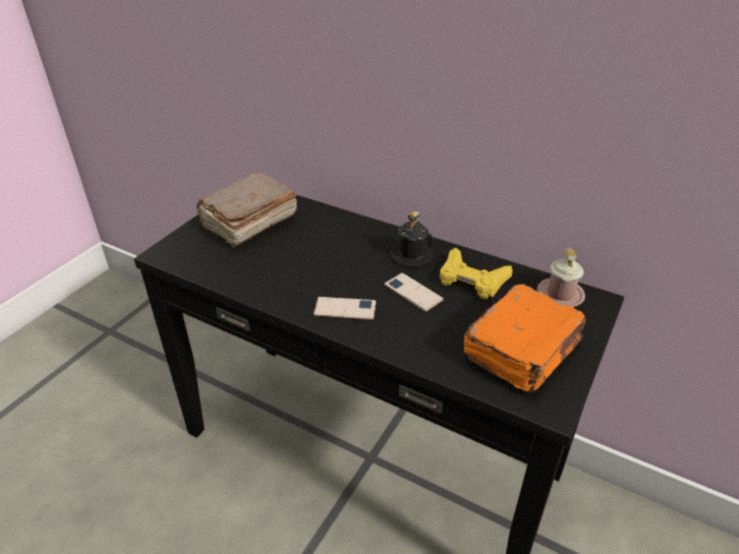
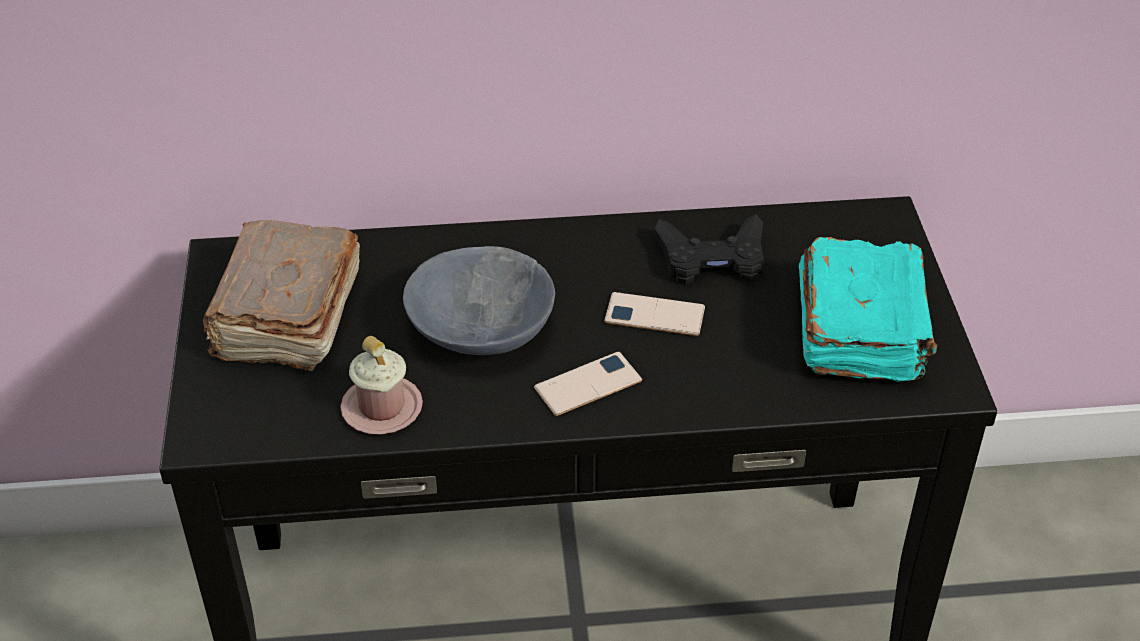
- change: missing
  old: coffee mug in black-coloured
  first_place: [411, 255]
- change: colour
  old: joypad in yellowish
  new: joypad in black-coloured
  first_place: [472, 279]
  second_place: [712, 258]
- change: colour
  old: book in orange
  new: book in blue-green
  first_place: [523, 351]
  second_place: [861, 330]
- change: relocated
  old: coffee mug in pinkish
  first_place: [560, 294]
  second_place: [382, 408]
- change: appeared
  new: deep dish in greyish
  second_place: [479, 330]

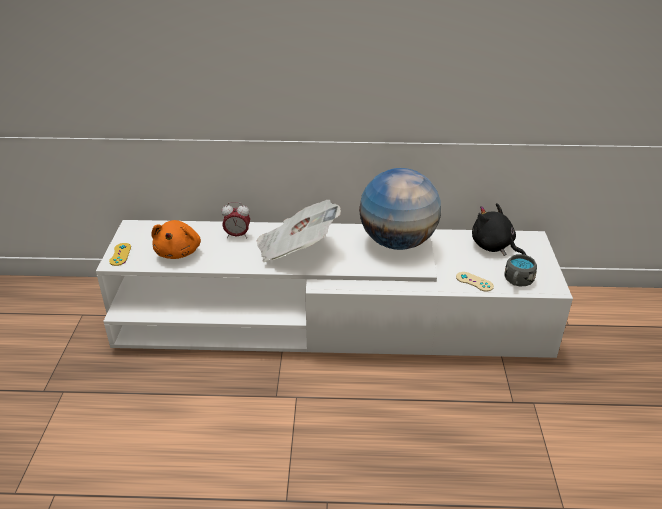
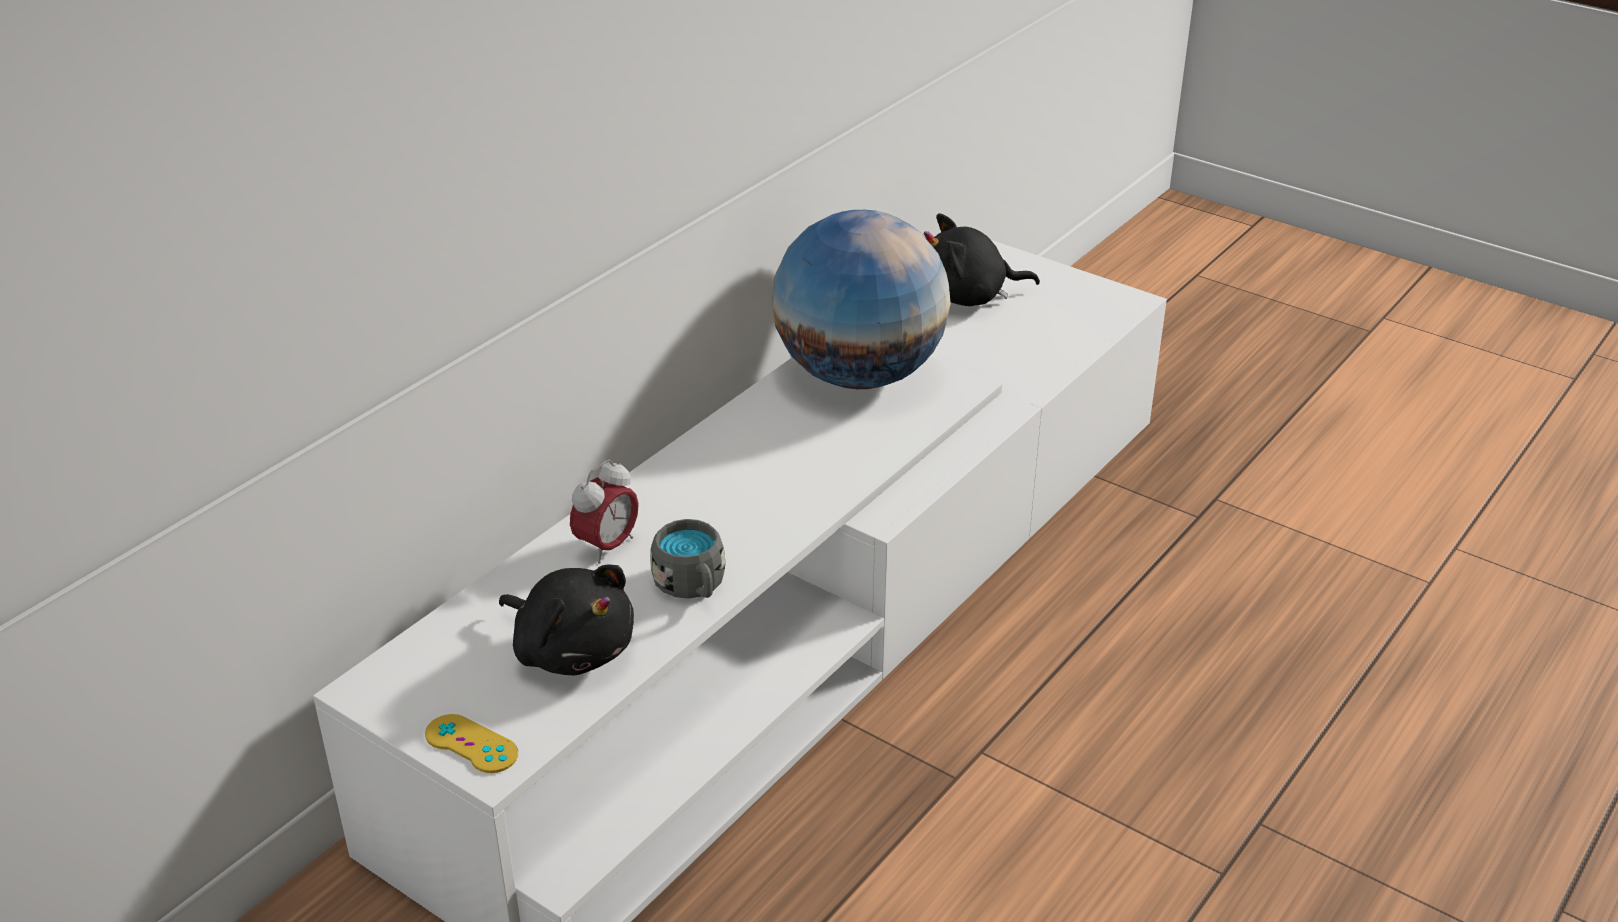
- change: colour
  old: plush toy in orange
  new: plush toy in black-coloured
  first_place: [179, 252]
  second_place: [571, 649]
- change: missing
  old: daily paper
  first_place: [296, 249]
- change: missing
  old: joypad in beige-coloured
  first_place: [474, 282]
- change: relocated
  old: coffee mug in greyish
  first_place: [517, 281]
  second_place: [692, 587]

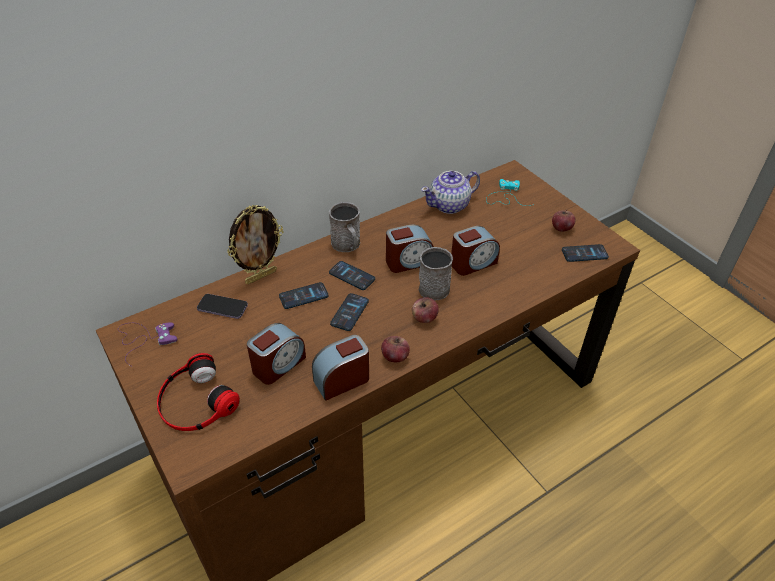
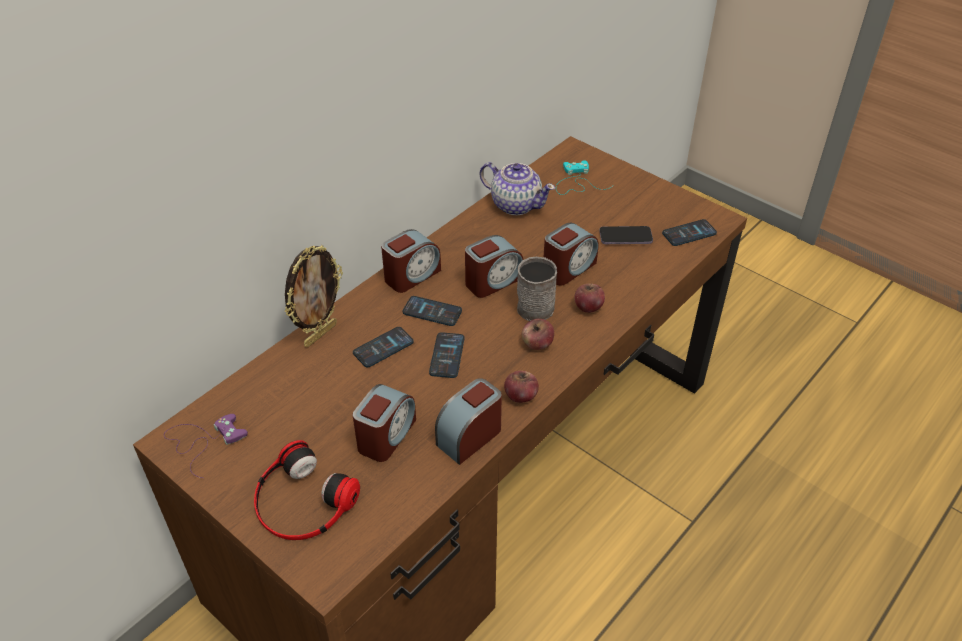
- change: relocated
  old: handset
  first_place: [222, 307]
  second_place: [625, 237]
- change: exchanged
  old: coffee mug in greyish
  new: bedside clock
  first_place: [347, 245]
  second_place: [412, 275]
- change: spun
  old: tea pot
  first_place: [450, 205]
  second_place: [515, 204]
  degrees: -105
- change: relocated
  old: apple
  first_place: [561, 228]
  second_place: [588, 307]

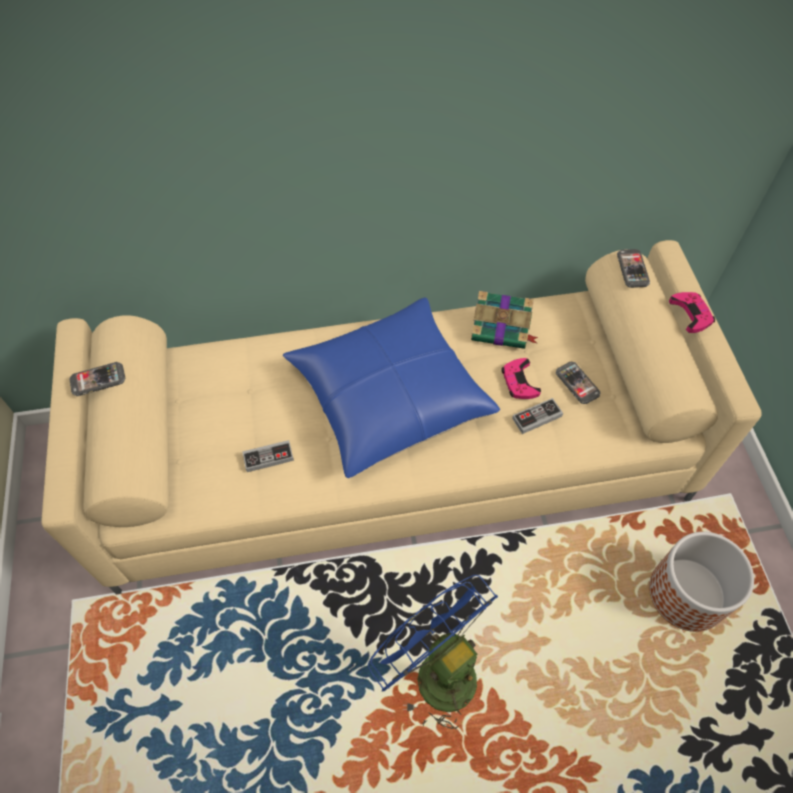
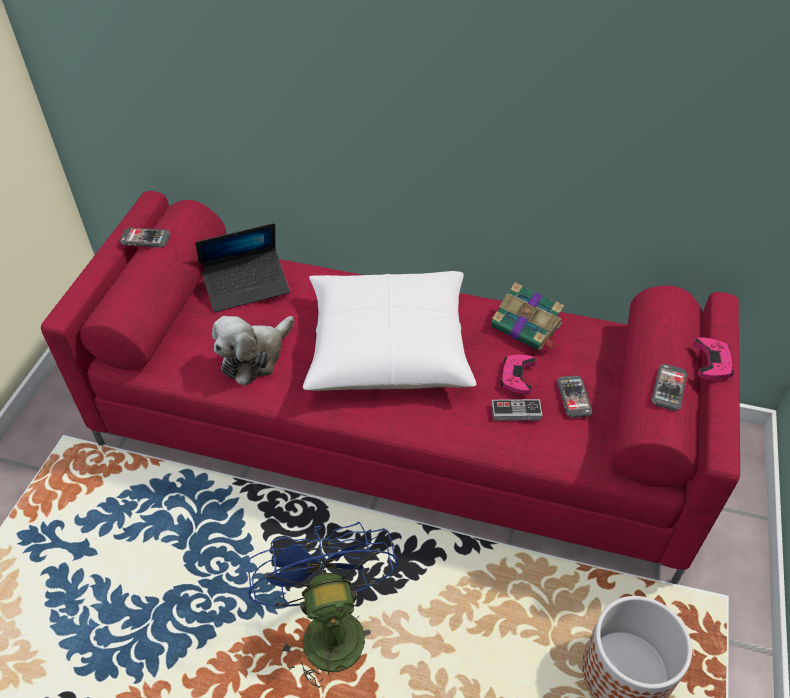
- change: colour
  old: settee in beige-coloured
  new: settee in red-coloured
  first_place: [398, 459]
  second_place: [397, 432]
- change: exchanged
  old: joypad
  new: plush toy
  first_place: [268, 457]
  second_place: [255, 356]
- change: colour
  old: throw pillow in blue
  new: throw pillow in whitish
  first_place: [389, 397]
  second_place: [388, 347]
- change: relocated
  old: handset
  first_place: [632, 269]
  second_place: [668, 388]
- change: appeared
  new: laptop
  second_place: [246, 286]

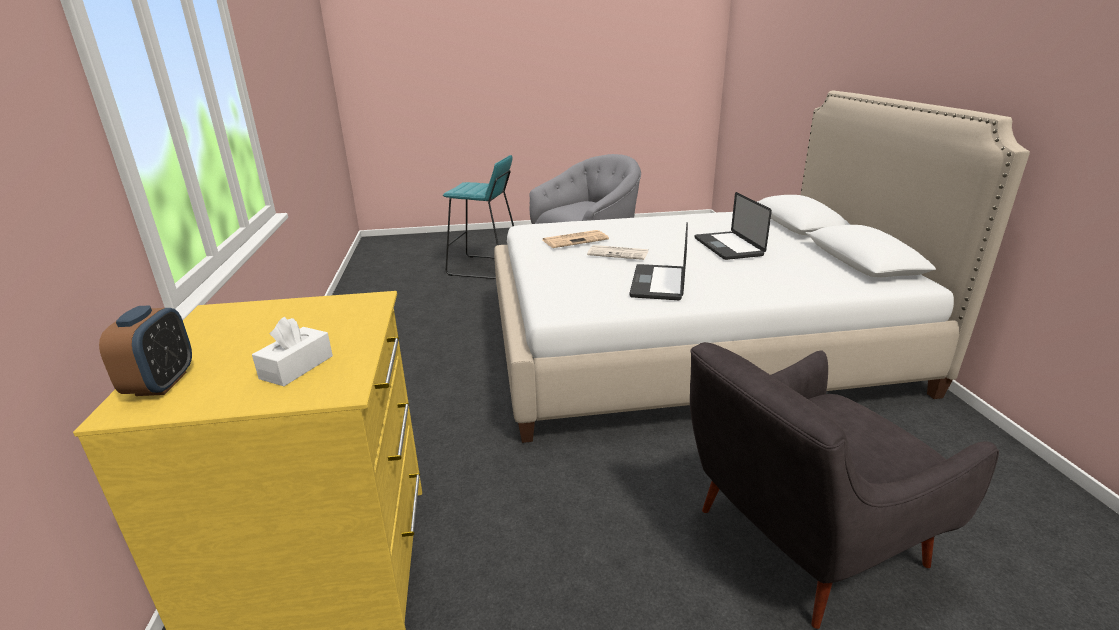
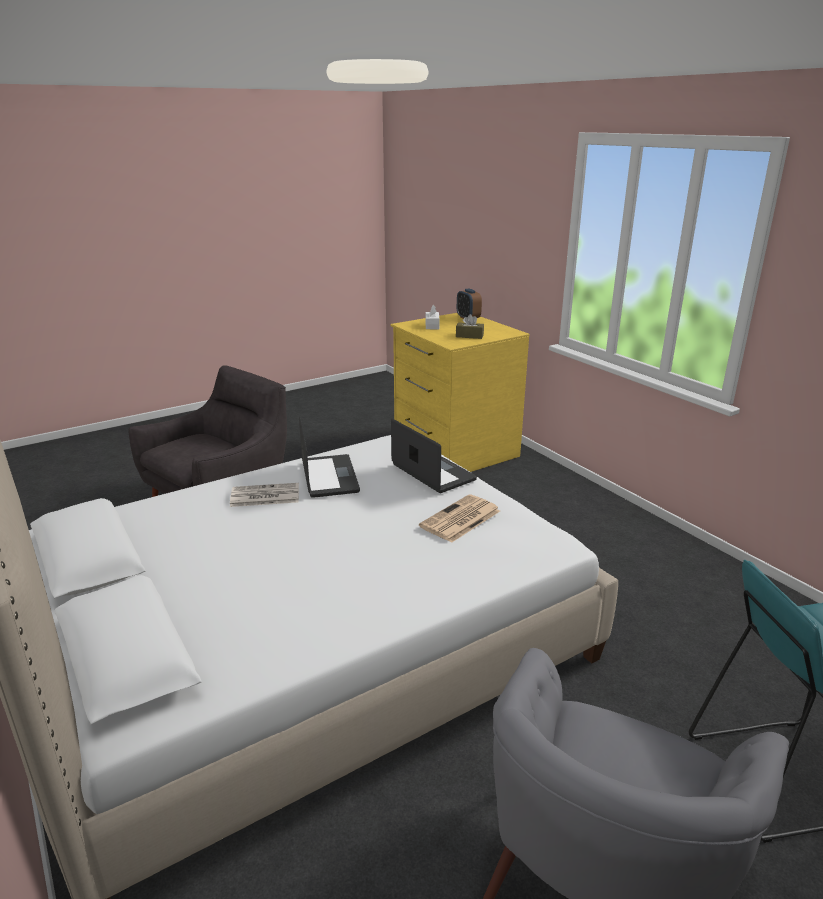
- change: relocated
  old: daily paper
  first_place: [619, 253]
  second_place: [264, 496]
- change: relocated
  old: laptop
  first_place: [728, 247]
  second_place: [433, 472]
- change: appeared
  new: tissue holder in brown-coloured
  second_place: [469, 336]

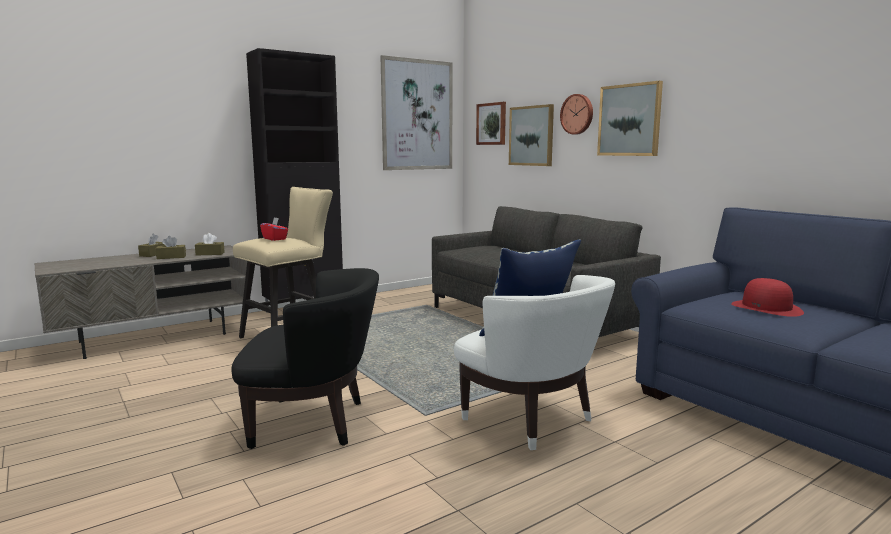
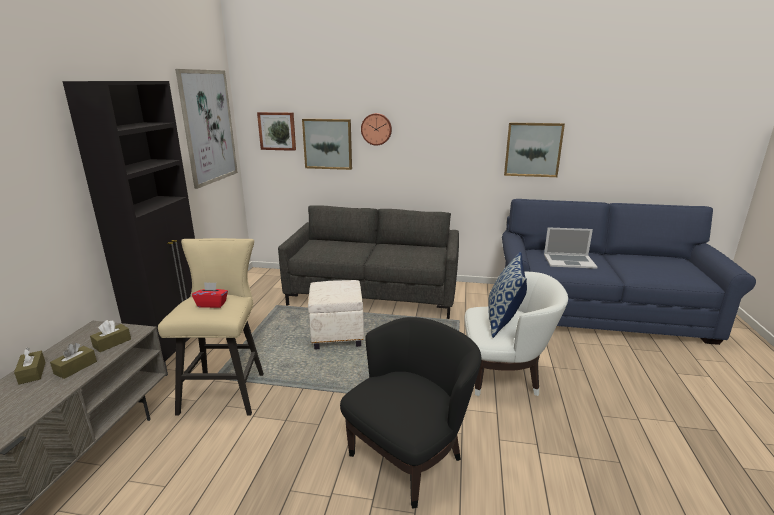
- change: relocated
  old: wall art
  first_place: [629, 120]
  second_place: [533, 149]
- change: exchanged
  old: hat in red-coloured
  new: laptop
  first_place: [766, 308]
  second_place: [569, 261]
- change: appeared
  new: pouffe in whitish
  second_place: [337, 336]

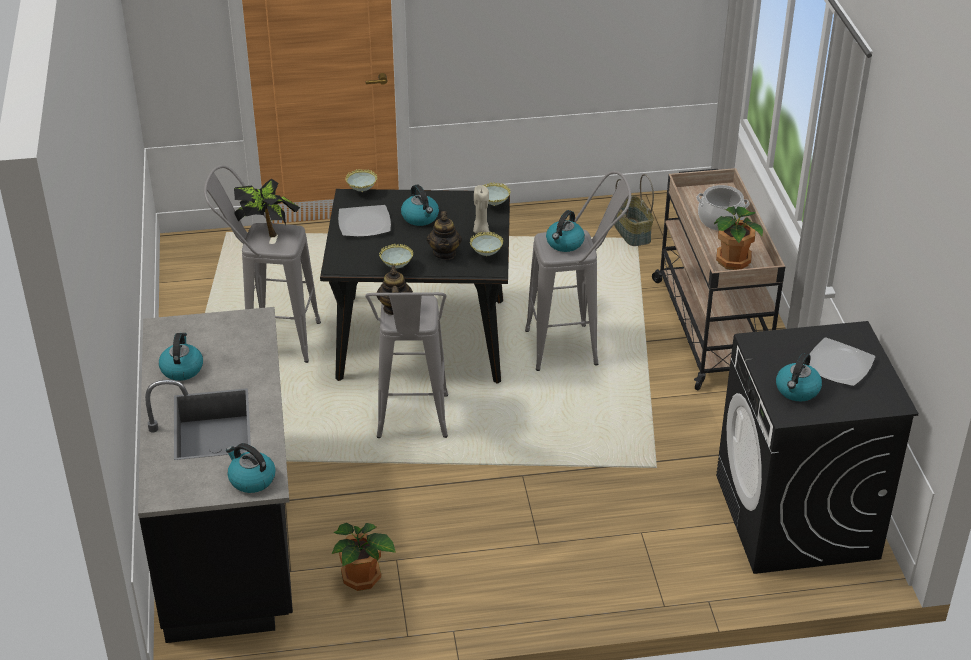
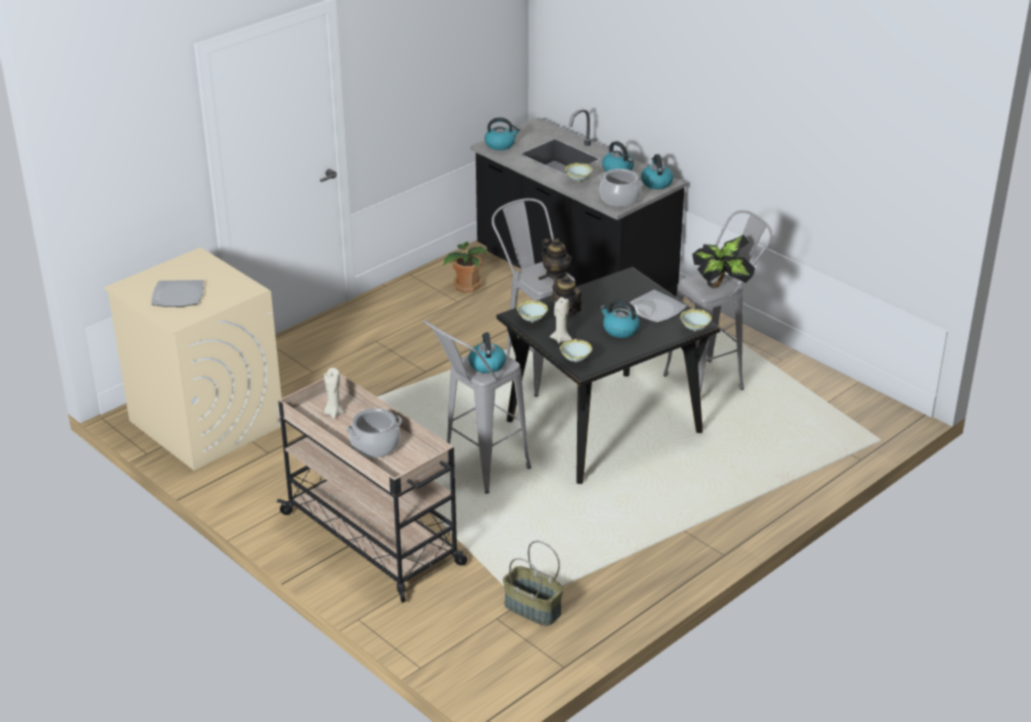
- change: relocated
  old: deep dish
  first_place: [396, 268]
  second_place: [578, 182]
- change: exchanged
  old: potted plant
  new: wax candle in beige-coloured
  first_place: [734, 260]
  second_place: [334, 413]
- change: colour
  old: laundry machine in black-coloured
  new: laundry machine in beige-coloured
  first_place: [797, 517]
  second_place: [205, 422]
- change: relocated
  old: kettle
  first_place: [797, 390]
  second_place: [656, 183]
- change: appeared
  new: cooking pot
  second_place: [619, 199]

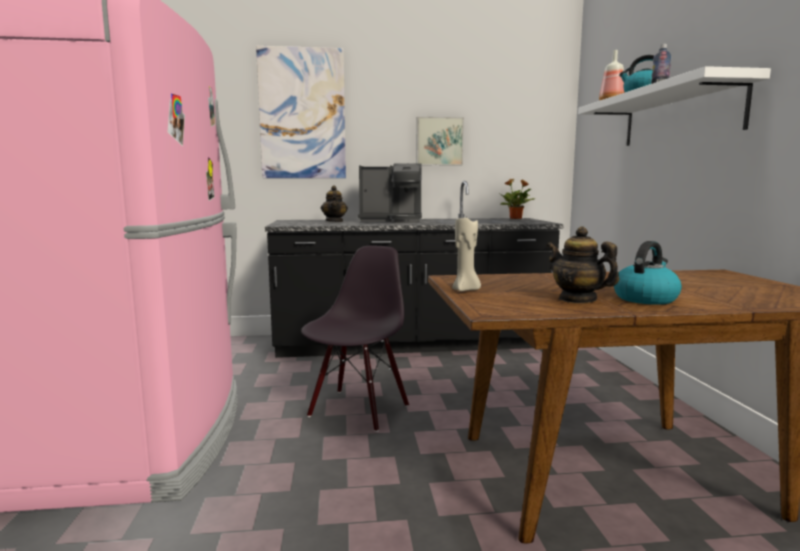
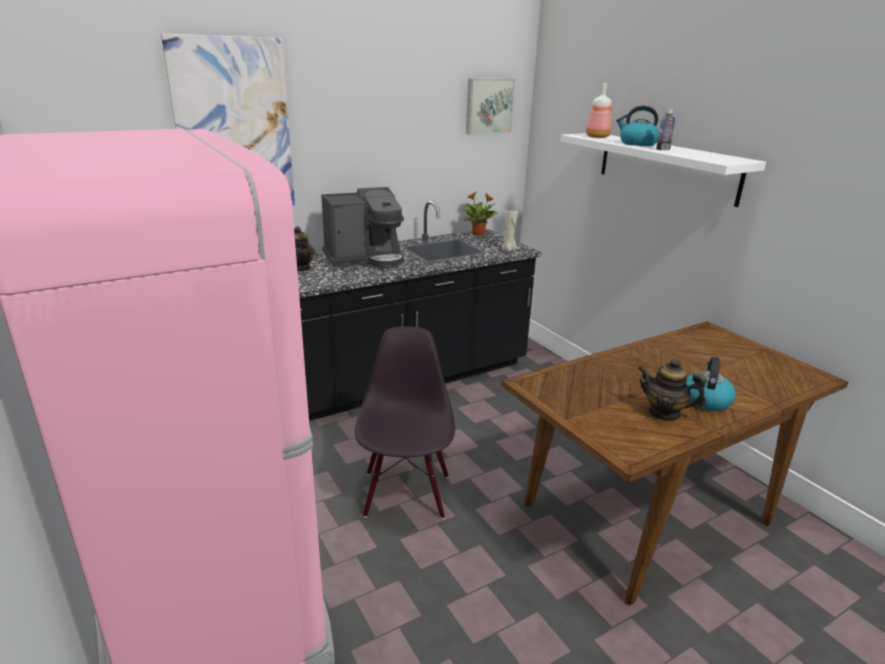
- change: relocated
  old: wall art
  first_place: [439, 141]
  second_place: [488, 106]
- change: relocated
  old: wax candle in beige-coloured
  first_place: [466, 290]
  second_place: [509, 250]

